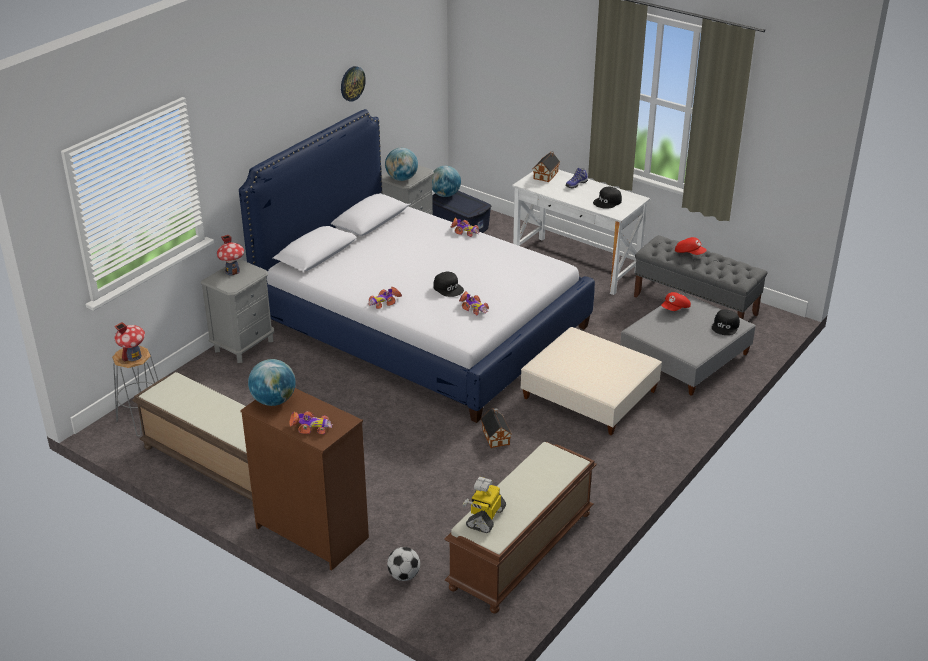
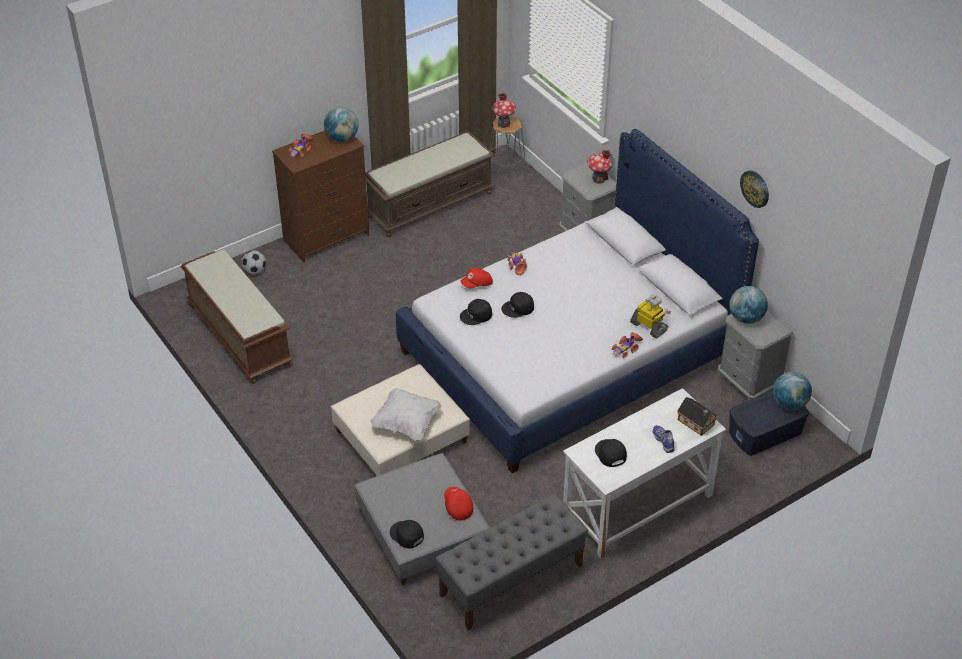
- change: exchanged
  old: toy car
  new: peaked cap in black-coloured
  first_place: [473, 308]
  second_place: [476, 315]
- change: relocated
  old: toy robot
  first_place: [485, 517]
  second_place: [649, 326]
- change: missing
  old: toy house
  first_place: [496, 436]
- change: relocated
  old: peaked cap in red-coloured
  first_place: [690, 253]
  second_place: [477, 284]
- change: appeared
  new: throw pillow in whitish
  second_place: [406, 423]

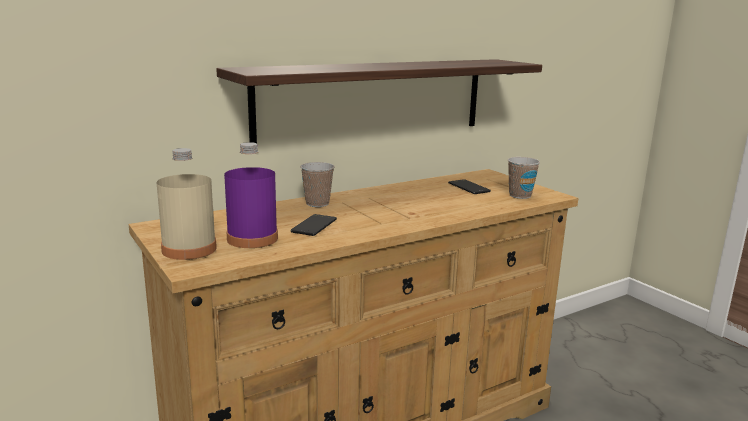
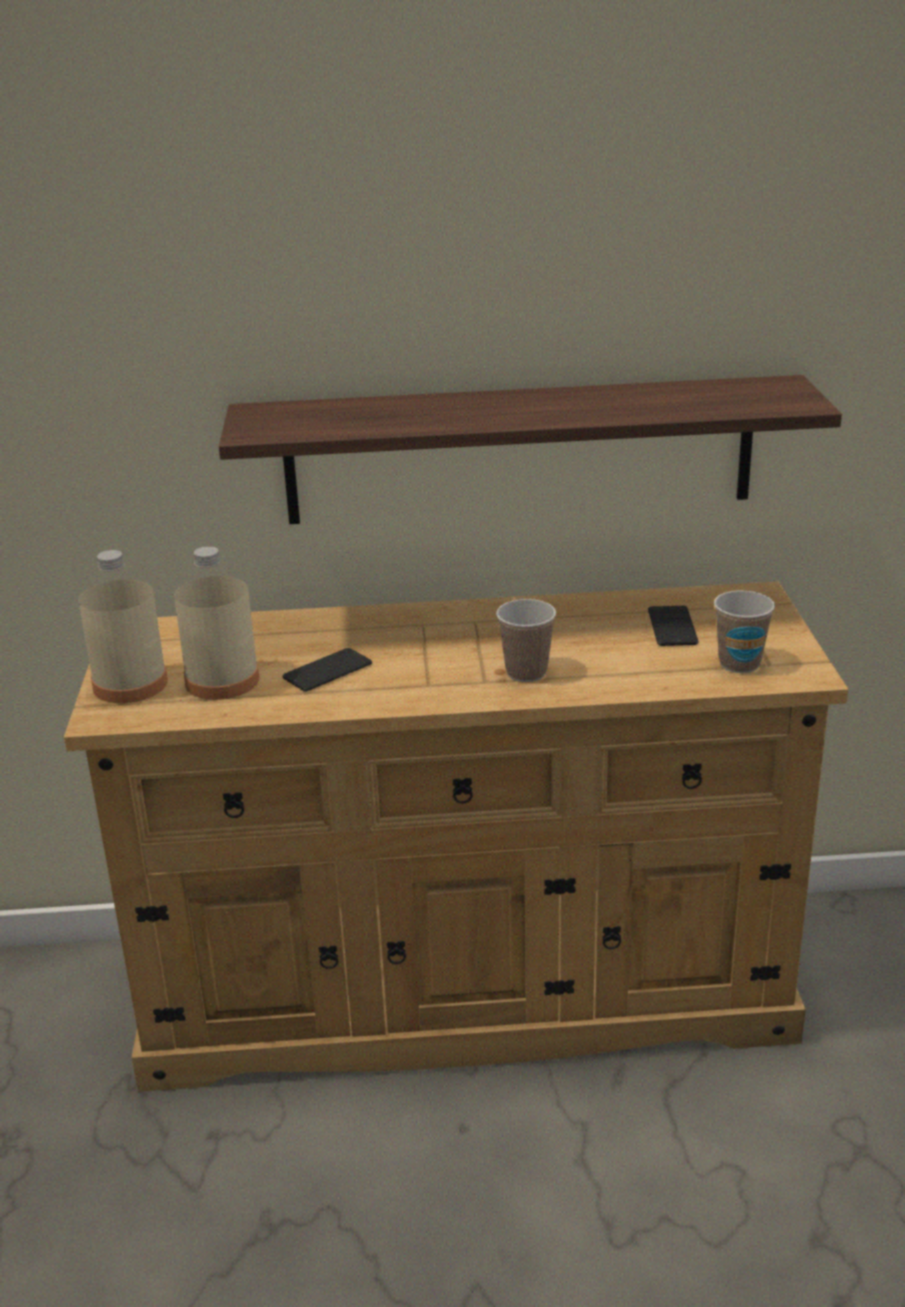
- change: colour
  old: beverage bottle in purple
  new: beverage bottle in beige-coloured
  first_place: [252, 239]
  second_place: [222, 681]
- change: relocated
  old: small cup
  first_place: [317, 203]
  second_place: [526, 672]

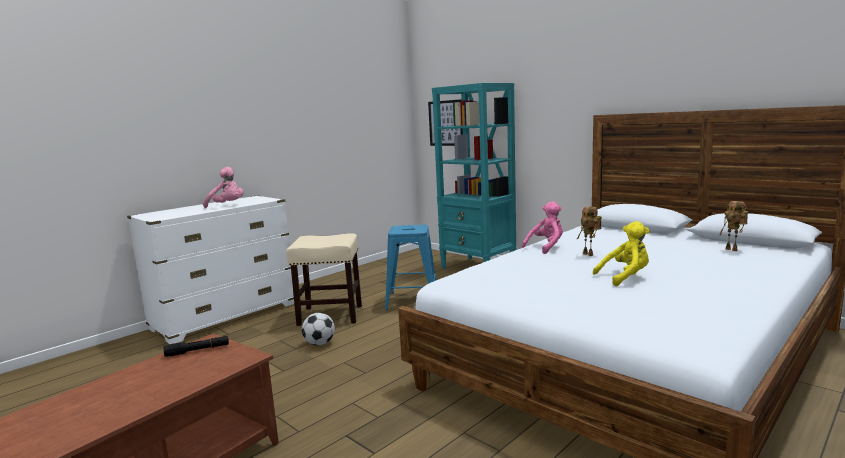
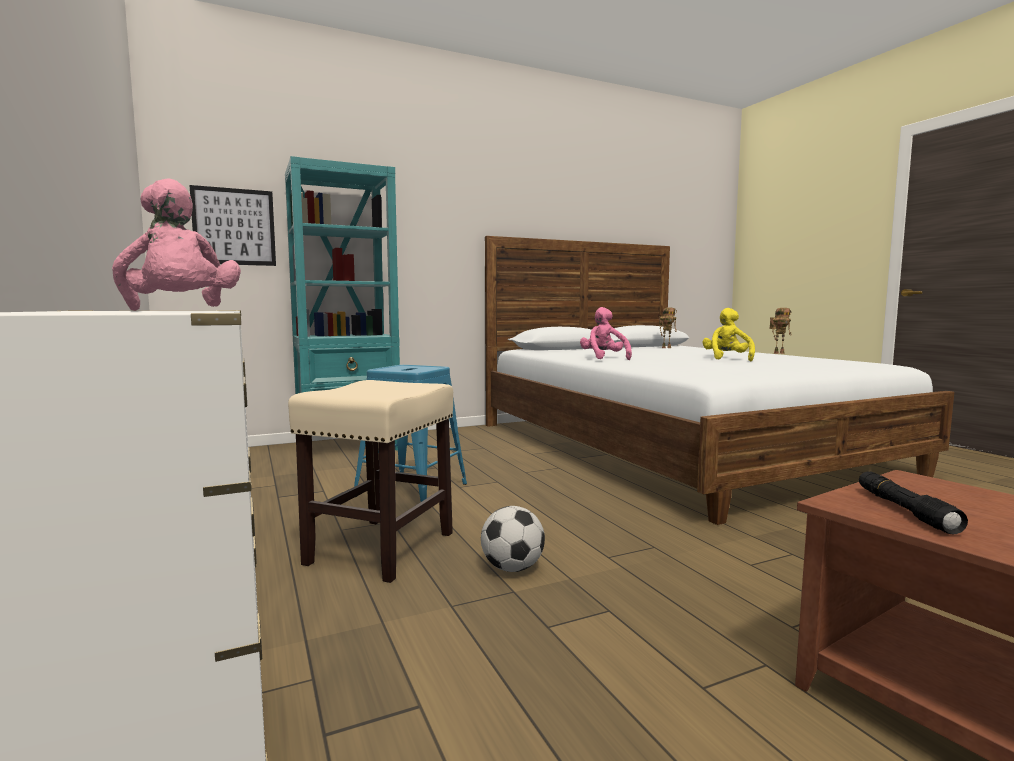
- change: spun
  old: plush toy in pinkish
  first_place: [227, 206]
  second_place: [180, 310]
  degrees: 105
- change: relocated
  old: toy robot
  first_place: [589, 254]
  second_place: [779, 353]

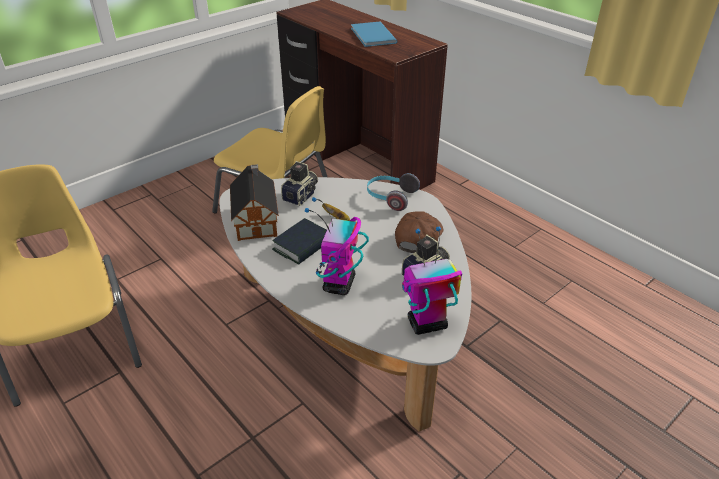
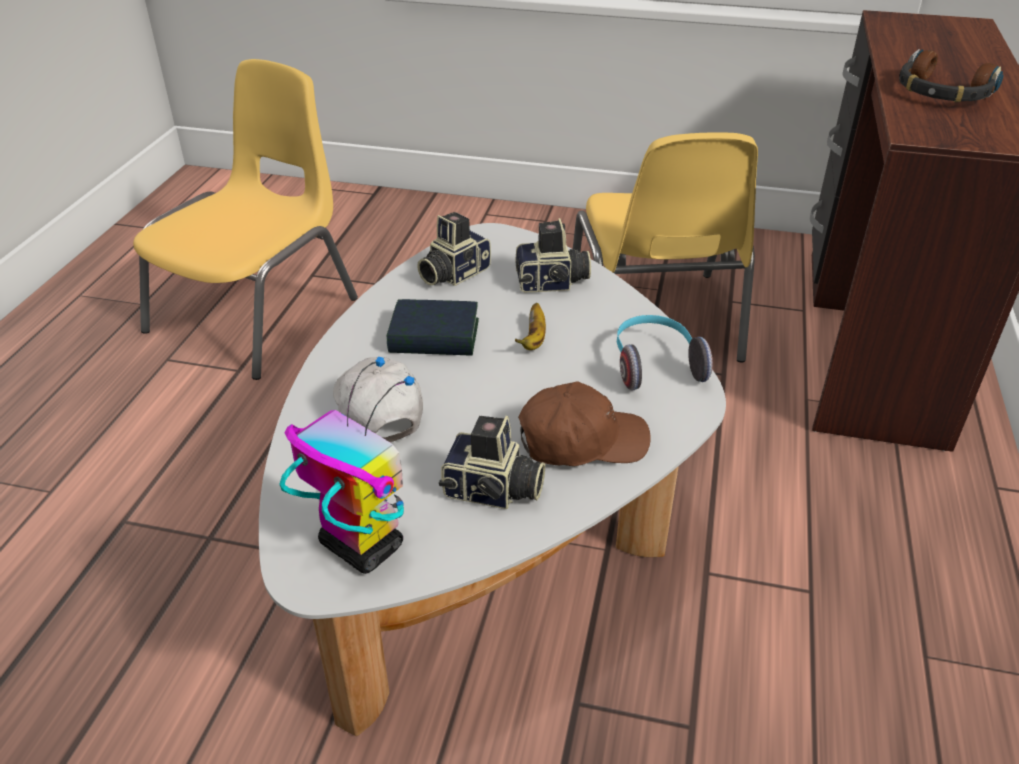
- change: exchanged
  old: toy house
  new: still camera
  first_place: [256, 219]
  second_place: [452, 273]
- change: exchanged
  old: toy robot
  new: peaked cap in whitish
  first_place: [339, 285]
  second_place: [377, 410]
- change: exchanged
  old: book in blue
  new: headset
  first_place: [372, 36]
  second_place: [942, 93]

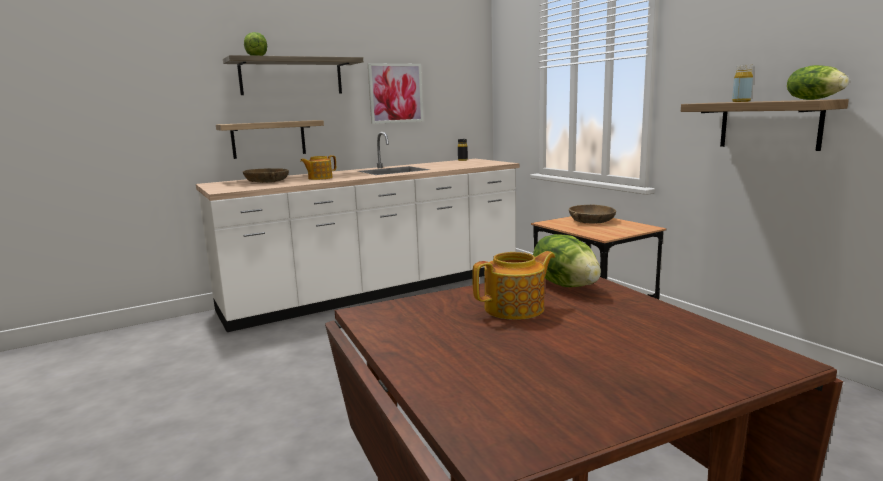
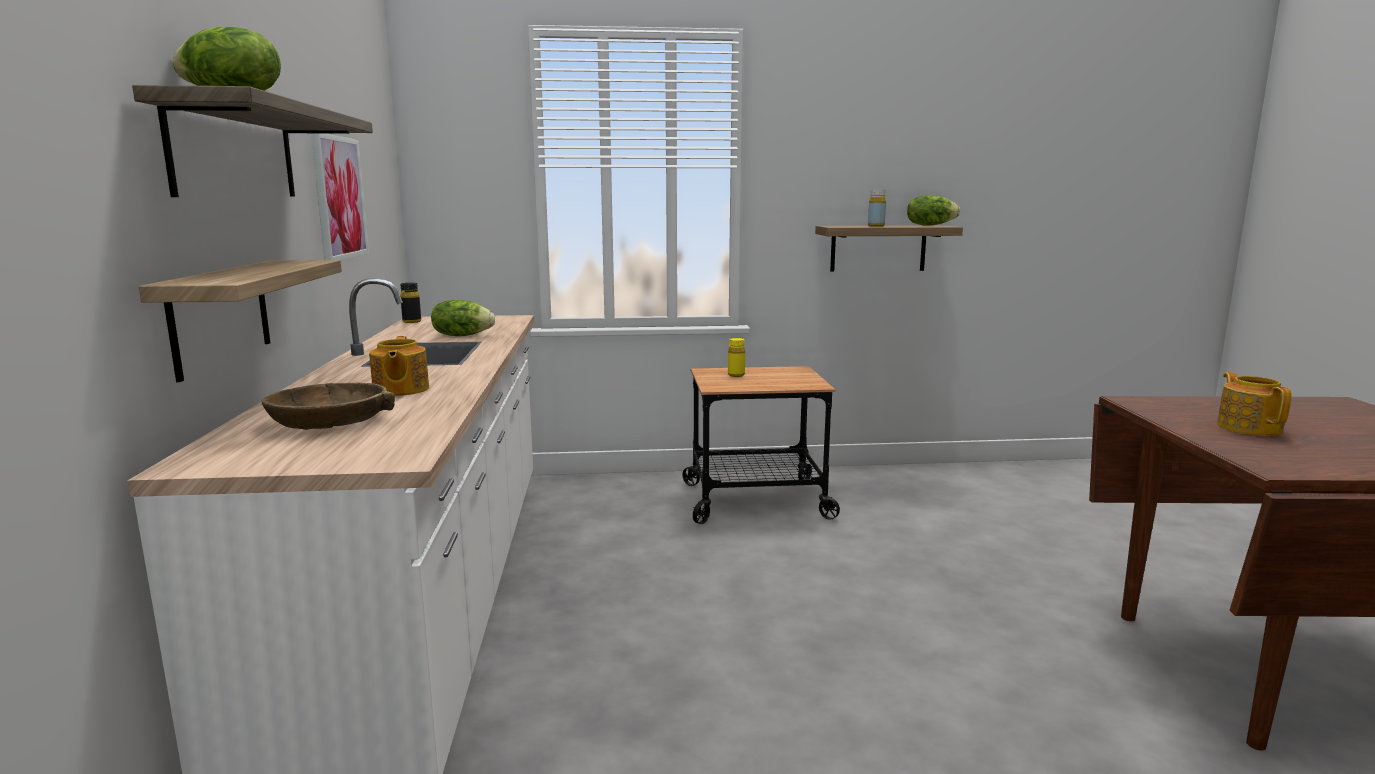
- change: relocated
  old: lettuce head
  first_place: [566, 284]
  second_place: [462, 336]
- change: exchanged
  old: deep dish in brown-coloured
  new: beverage bottle in yellowish
  first_place: [591, 221]
  second_place: [736, 375]

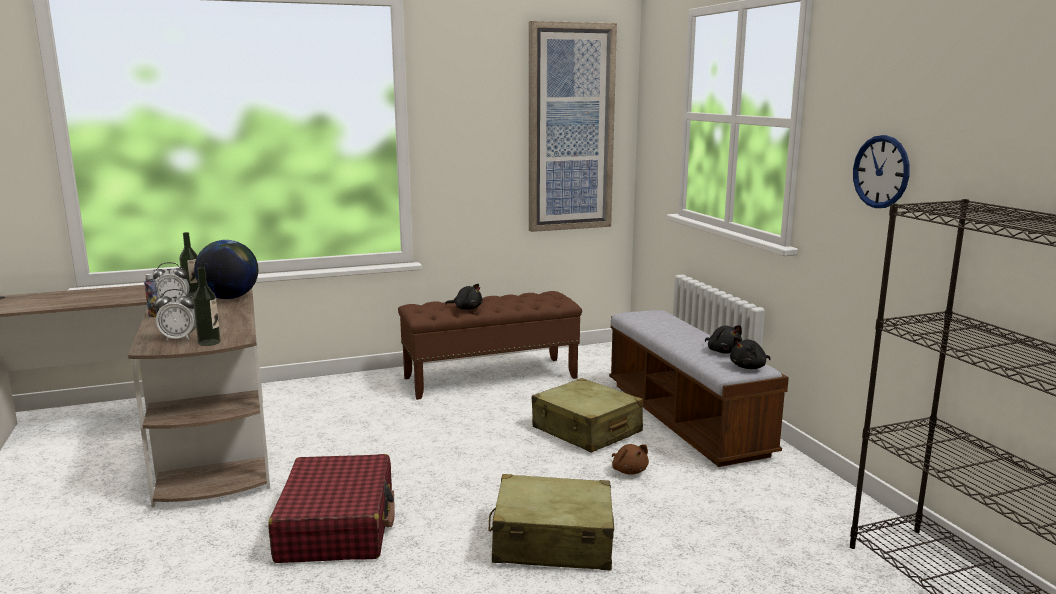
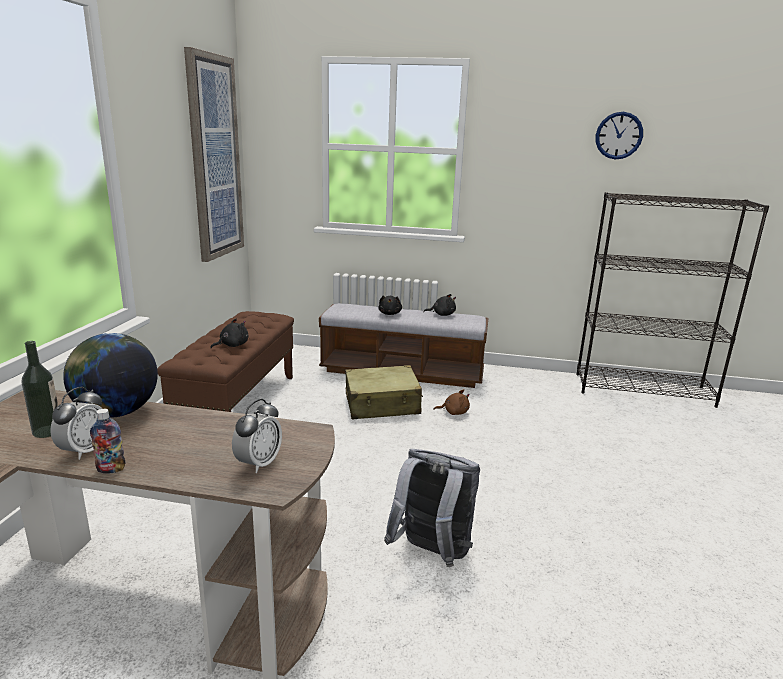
- change: missing
  old: beverage bottle
  first_place: [209, 342]
- change: exchanged
  old: piece of luggage in red-coloured
  new: knapsack in greyish
  first_place: [337, 525]
  second_place: [431, 553]
- change: missing
  old: piece of luggage in beige-coloured
  first_place: [552, 541]
- change: relocated
  old: plush toy in black-coloured
  first_place: [749, 367]
  second_place: [390, 313]
- change: relocated
  old: hanging clock
  first_place: [881, 172]
  second_place: [618, 135]

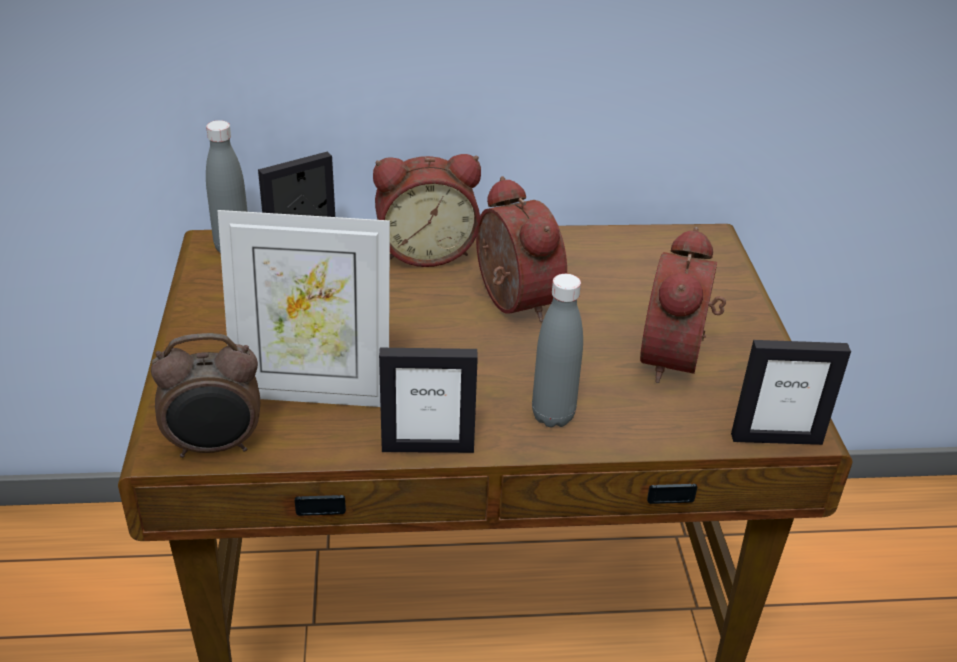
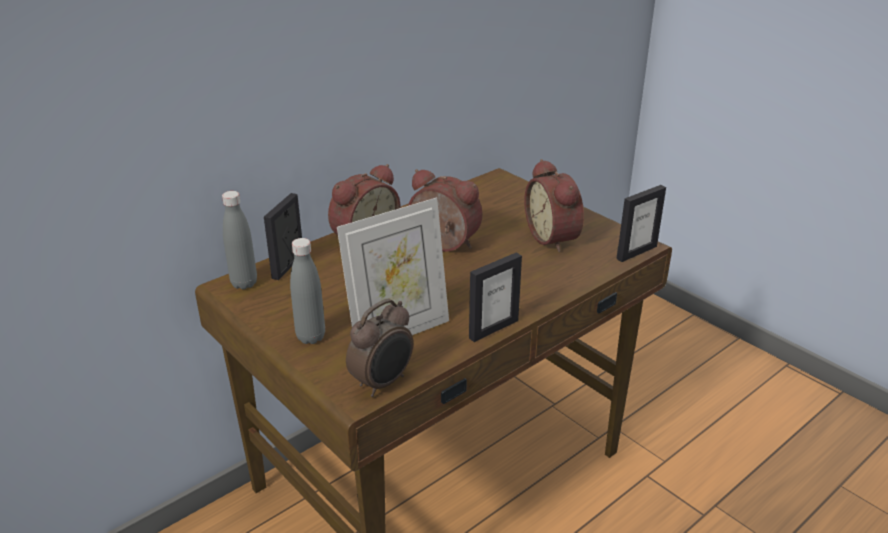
- change: relocated
  old: beverage bottle in greyish
  first_place: [553, 416]
  second_place: [311, 337]

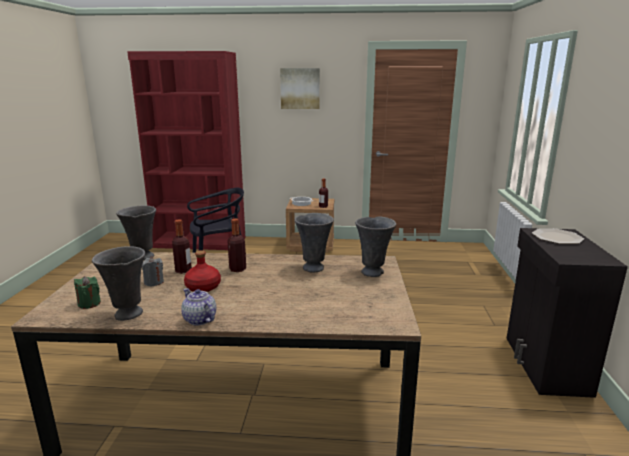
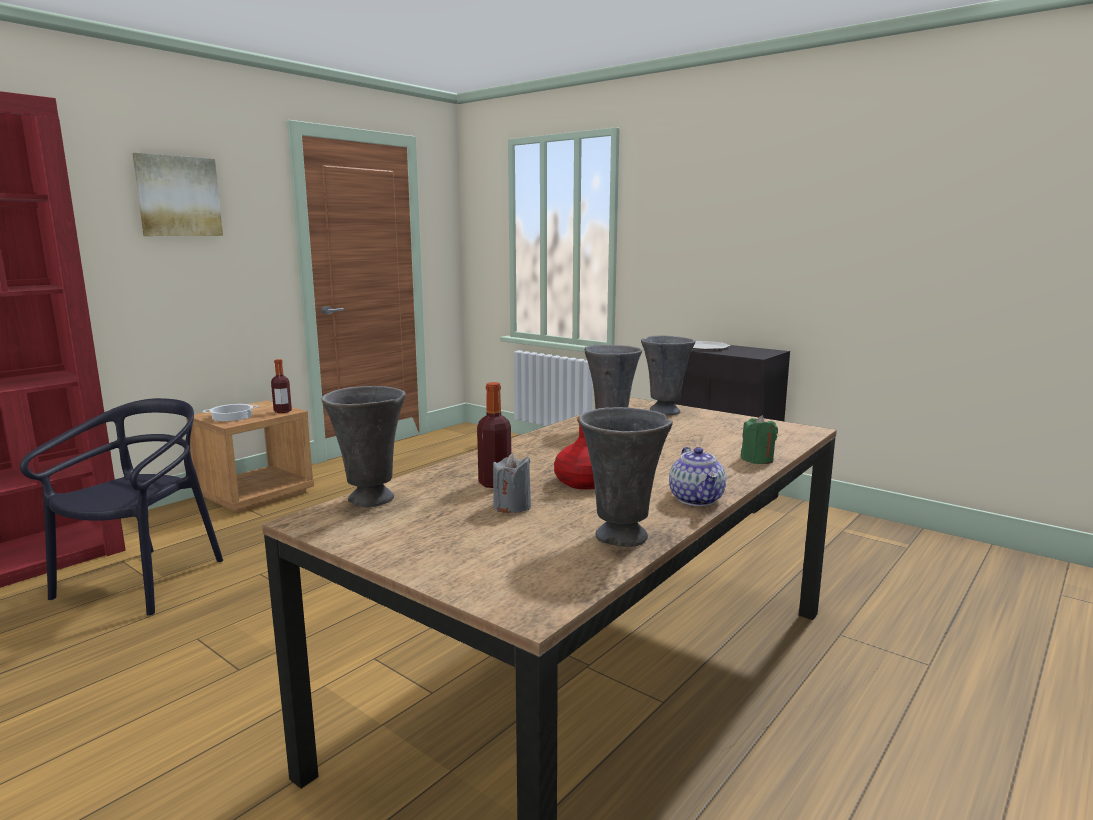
- change: relocated
  old: wax candle in green
  first_place: [89, 303]
  second_place: [757, 460]
- change: spun
  old: tea pot
  first_place: [199, 319]
  second_place: [697, 499]
  degrees: -90
- change: missing
  old: beverage bottle
  first_place: [237, 269]

